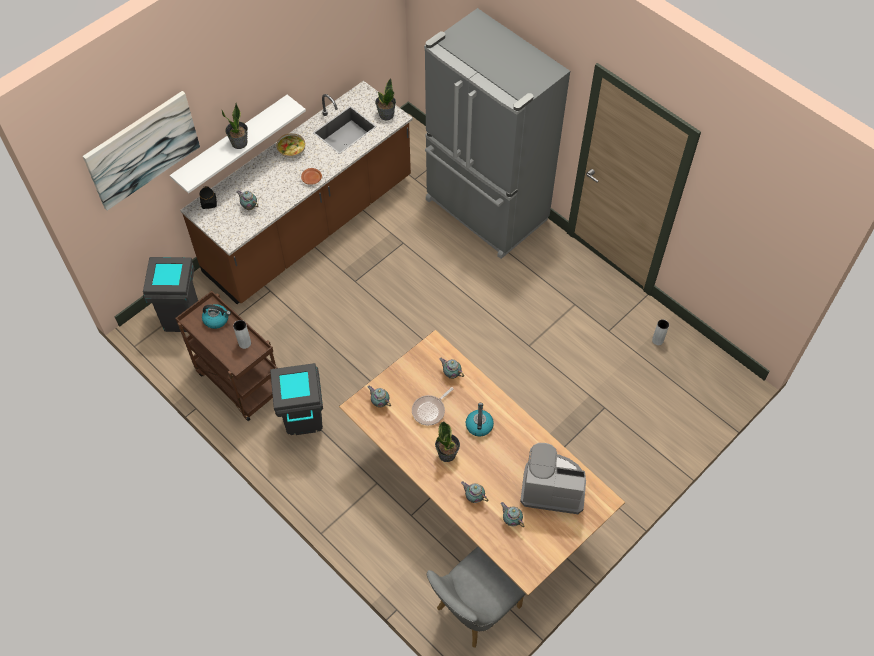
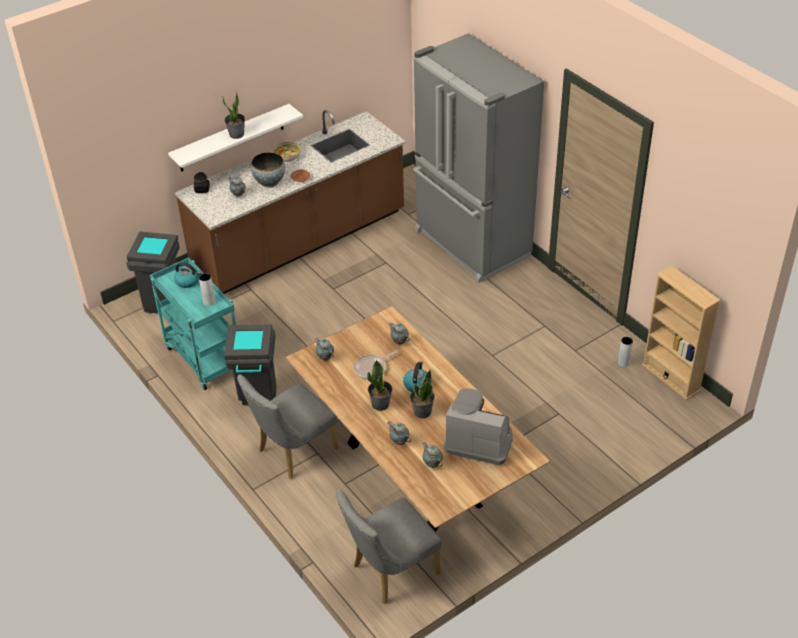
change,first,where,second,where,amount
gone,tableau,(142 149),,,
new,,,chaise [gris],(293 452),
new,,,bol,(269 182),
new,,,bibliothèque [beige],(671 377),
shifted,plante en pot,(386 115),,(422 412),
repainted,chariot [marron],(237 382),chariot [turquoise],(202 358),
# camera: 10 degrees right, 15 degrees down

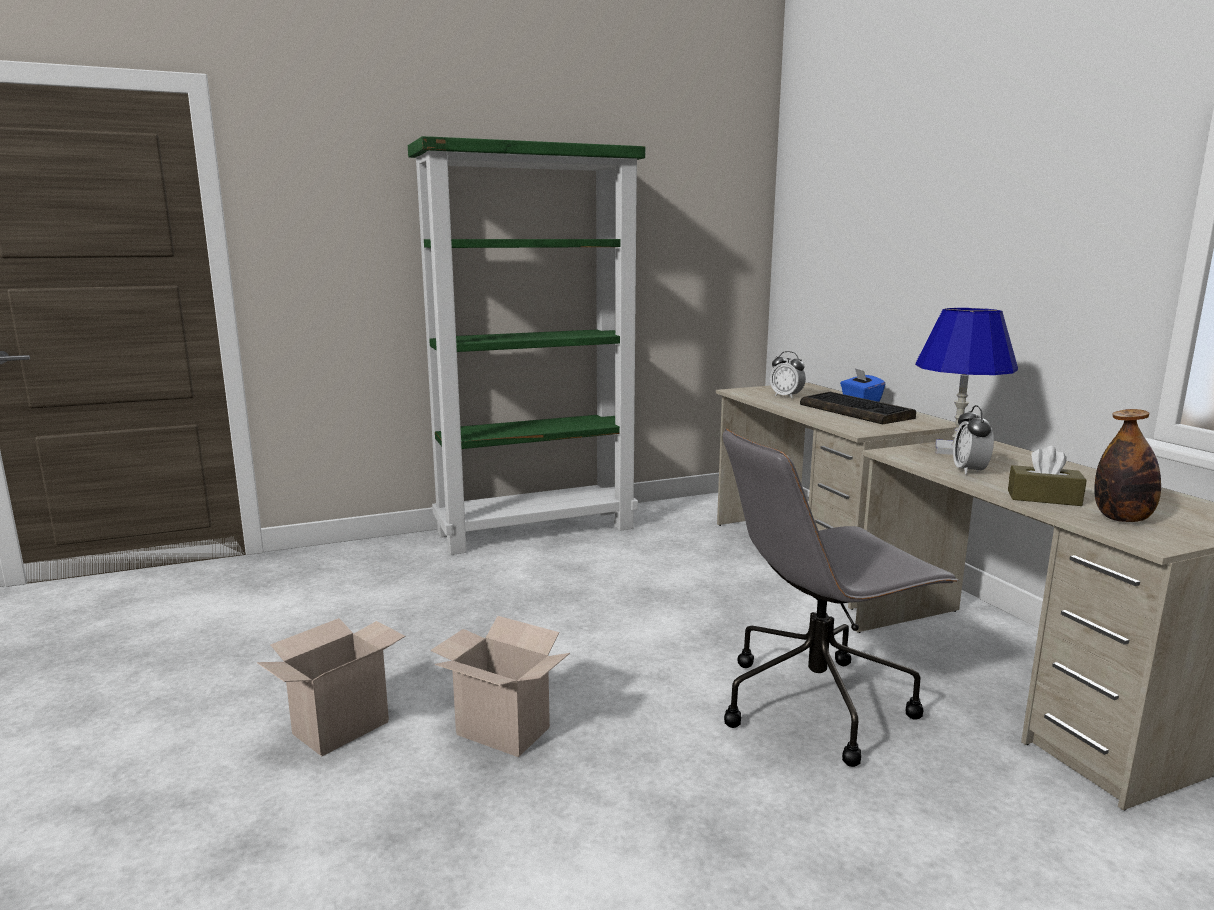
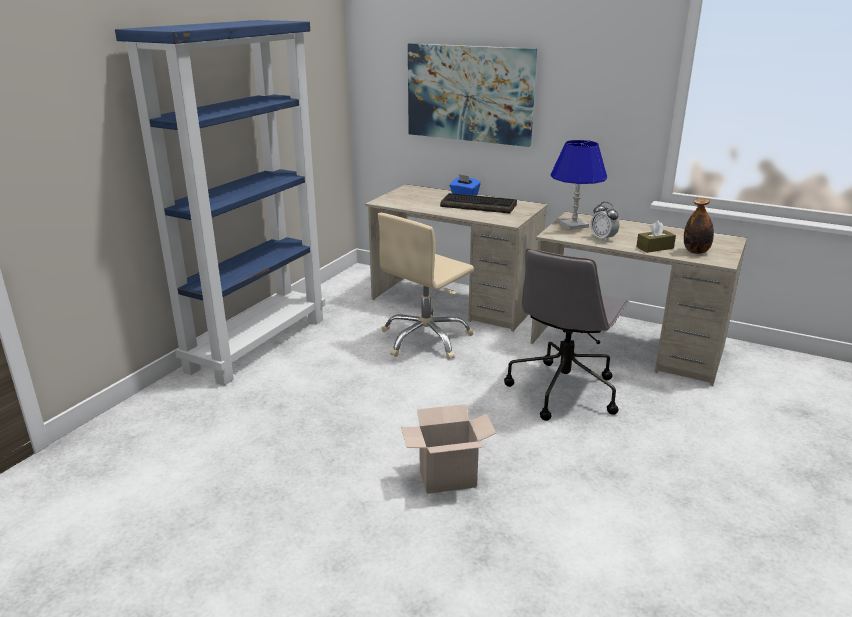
change,first,where,second,where,amount
gone,carton,(342 726),,,
gone,réveil,(786 396),,,
new,,,chaise de bureau [beige],(426 339),
new,,,tableau,(469 93),
repainted,bibliothèque [vert],(537 530),bibliothèque [bleu],(258 343),
# camera: 40 degrees left, 10 degrees up

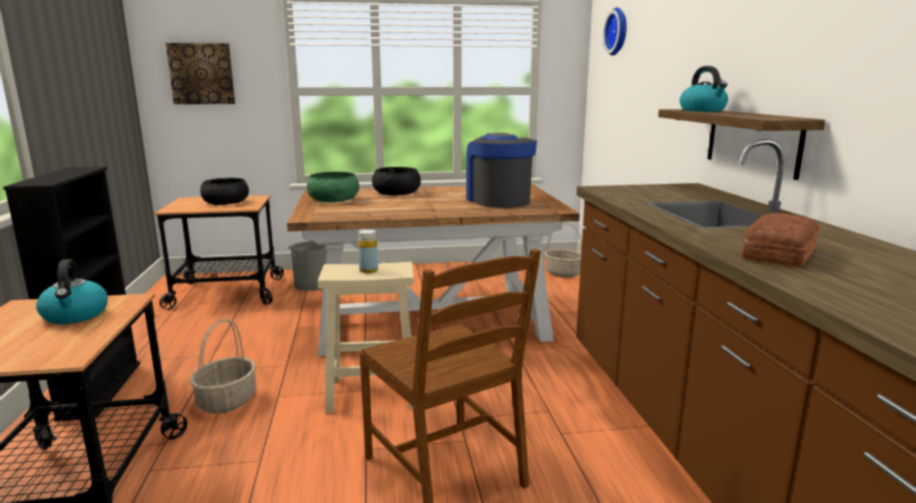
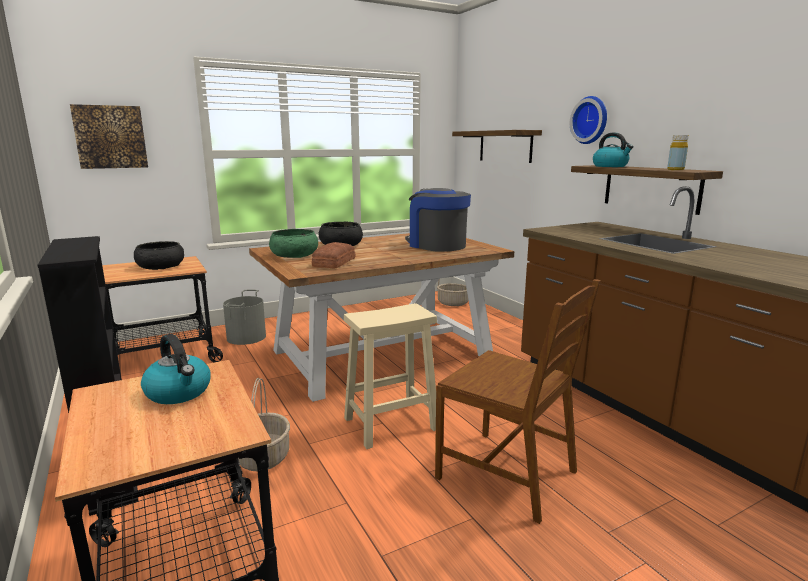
change,first,where,second,where,amount
new,,,étagère,(505 146),
shifted,bouteille [jaune],(368 270),,(675 170),
shifted,horloge murale,(618 31),,(591 120),
shifted,pain,(777 253),,(333 262),
# camera: 20 degrees left, 0 degrees up

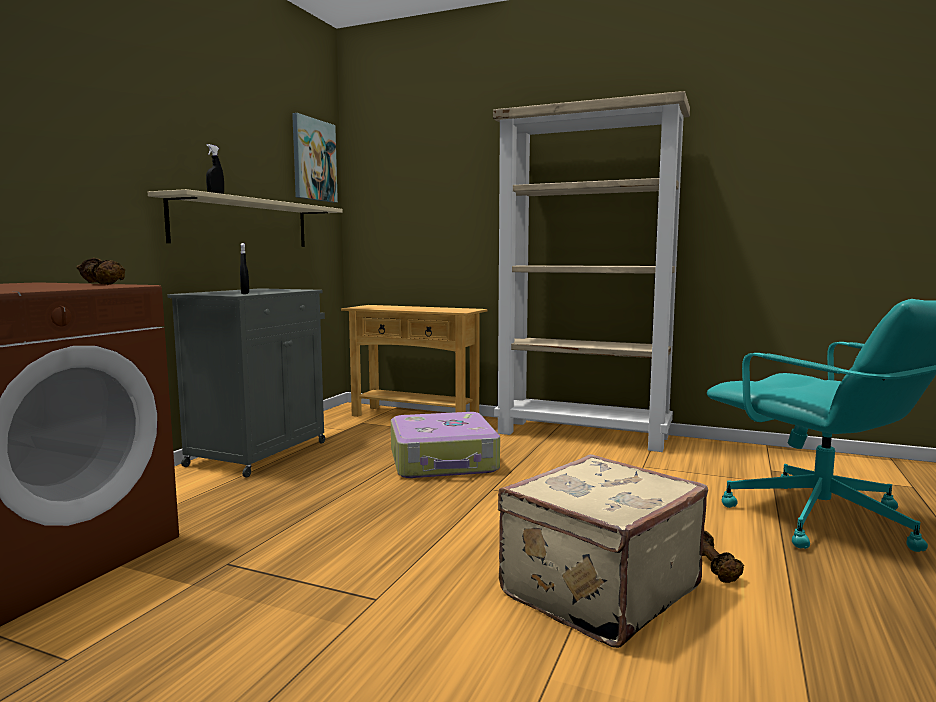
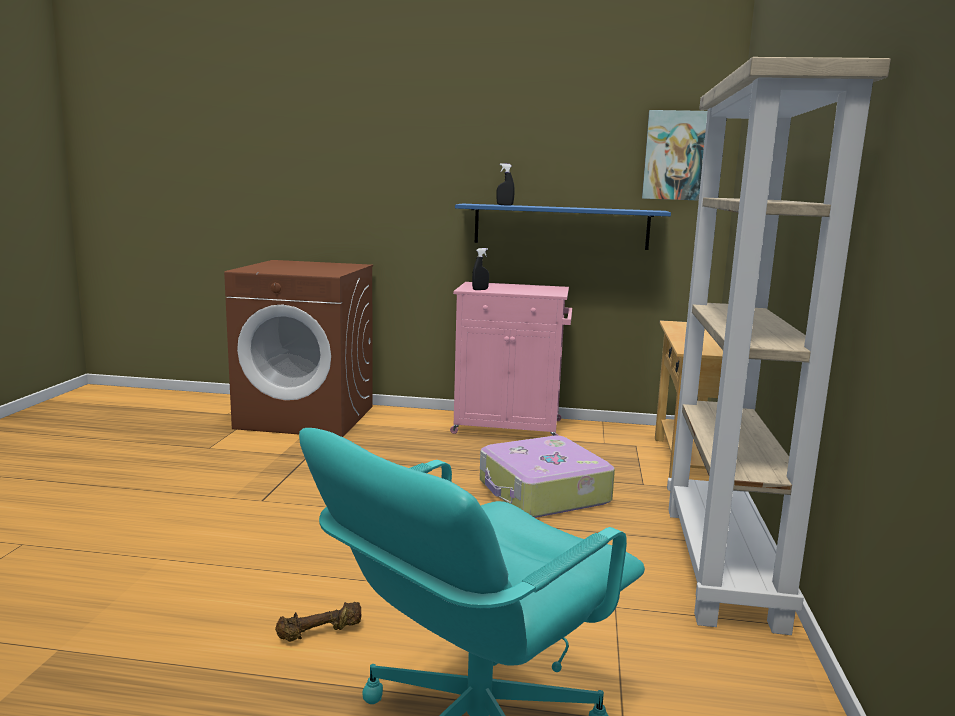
change,first,where,second,where,amount
gone,haltère [marron],(102 284),,,
gone,valise [beige],(596 590),,,
repainted,étagère [beige],(243 223),étagère [bleu],(561 226),
repainted,meuble de rangement [gris],(260 453),meuble de rangement [rose],(510 427),
# camera: 75 degrees right, 5 degrees up

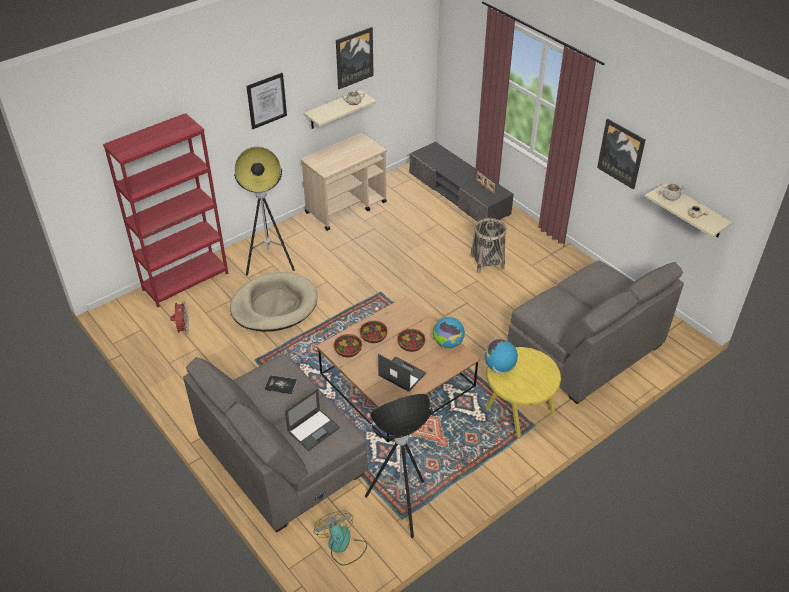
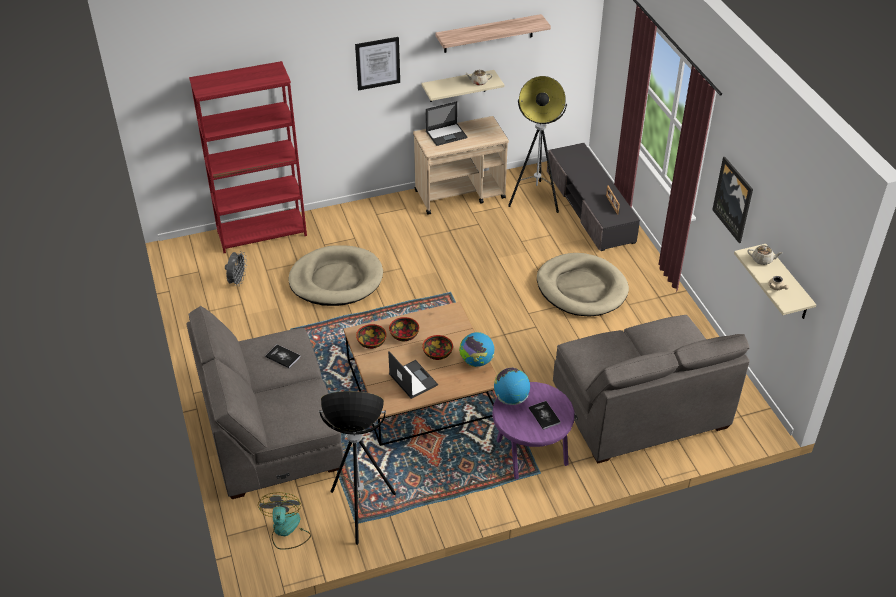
change,first,where,second,where,amount
new,,,livre,(544 415),
shifted,lampadaire,(269 262),,(536 199),
shifted,ordinateur portable,(314 429),,(446 134),
swapped,tableau,(354 57),étagère,(488 33),
swapped,panier,(487 261),panier pour chien [beige],(581 288),
repainted,ventilateur [rouge],(183 329),ventilateur [gris],(237 281),
repainted,table d'appoint [jaune],(518 411),table d'appoint [violet],(530 453),
# camera: 20 degrees right, 0 degrees up

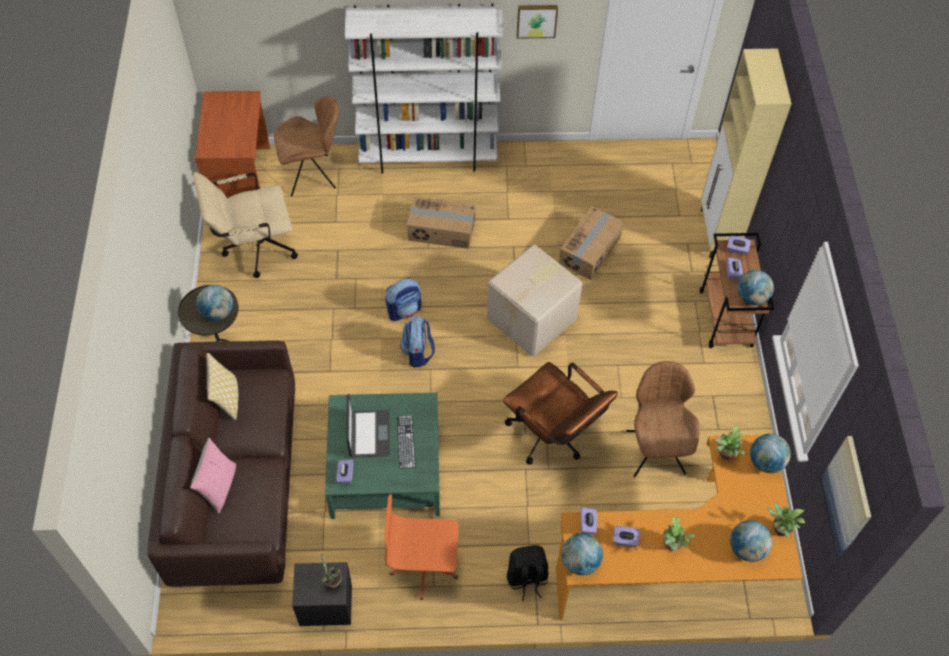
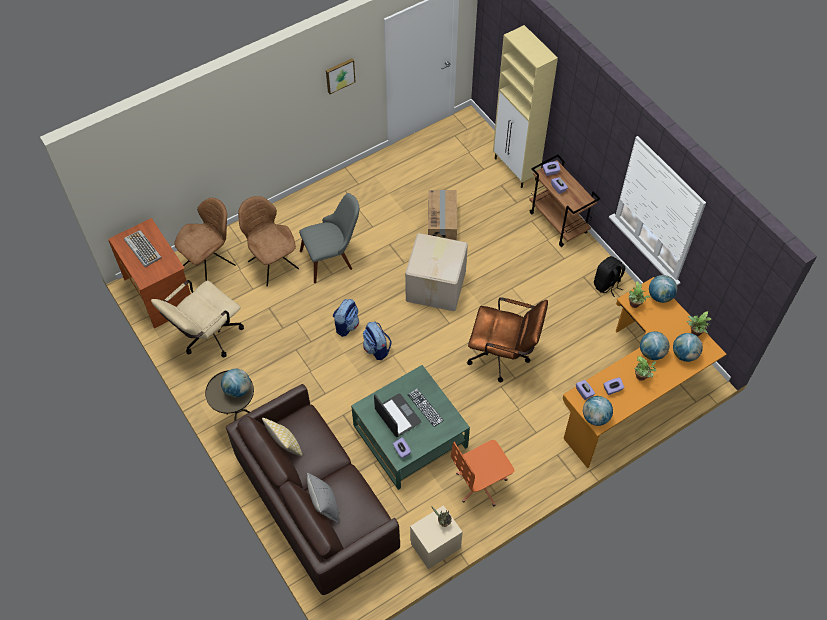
change,first,where,second,where,amount
gone,bibliothèque [blanc],(428 157),,,
gone,tableau,(847 497),,,
new,,,clavier,(142 249),
shifted,sac à dos [noir],(526 578),,(607 285),
shifted,chaise [marron],(655 449),,(272 263),
shifted,globe,(751 297),,(652 353),
swapped,carton,(441 230),chaise [gris],(332 257),
repainted,coussin [rose],(218 486),coussin [gris],(324 505),
repainted,table de chevet [noir],(326 603),table de chevet [beige],(435 545),
# camera: 30 degrees left, 0 degrees up

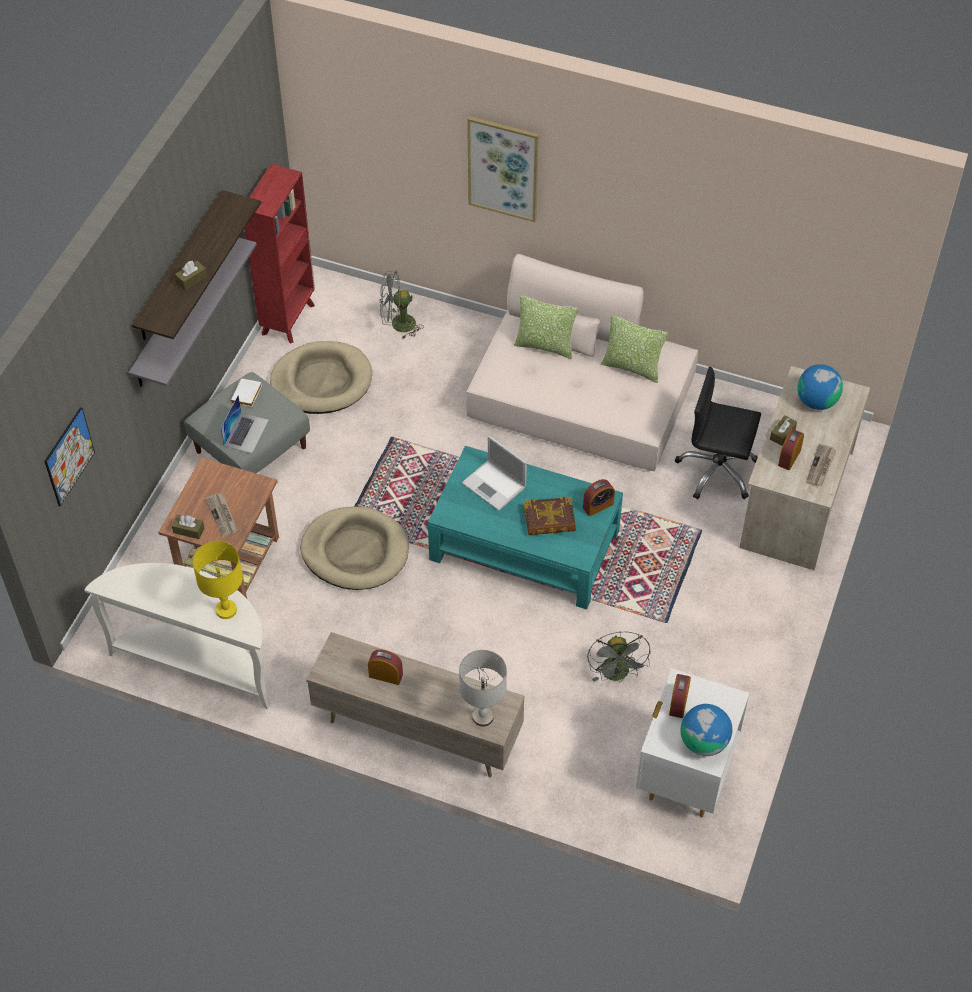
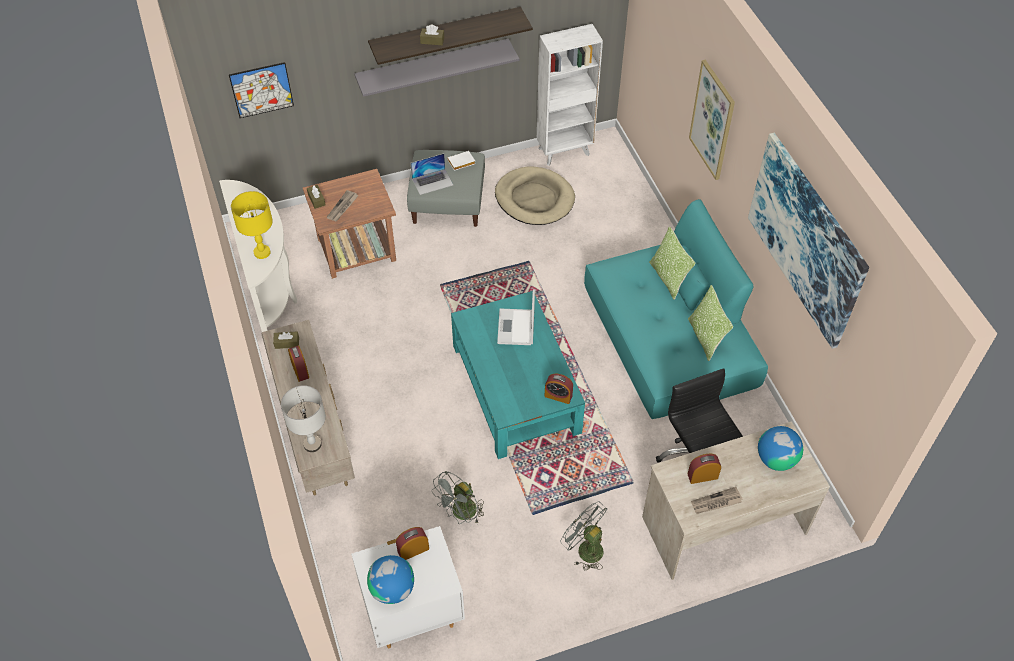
change,first,where,second,where,amount
gone,panier pour chien [beige],(355 551),,,
gone,livre,(549 520),,,
new,,,tableau,(806 239),
shifted,ventilateur [gris],(397 325),,(585 548),
shifted,boîte à mouchoirs [marron],(782 434),,(287 343),
repainted,bibliothèque [rouge],(289 318),bibliothèque [blanc],(565 151),
repainted,canapé [beige],(582 398),canapé [turquoise],(670 337),
# camera: 50 degrees right, 0 degrees up

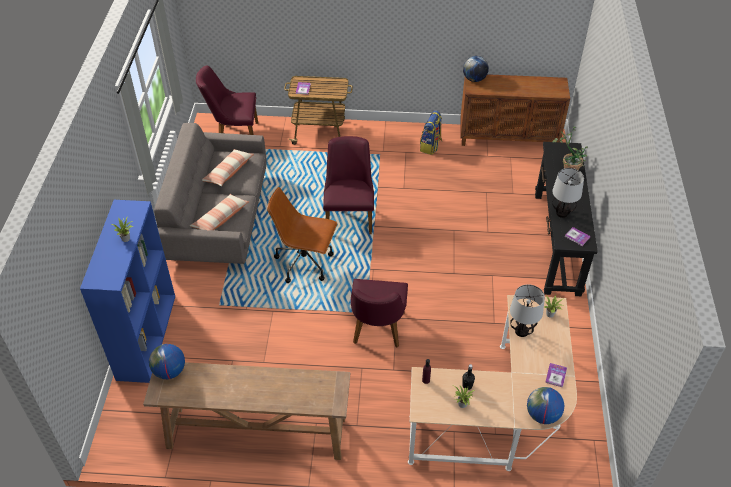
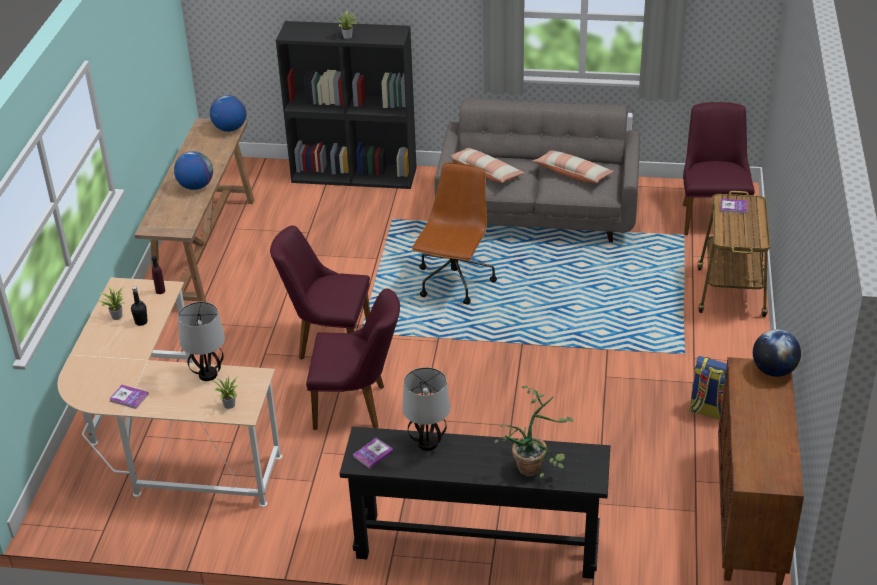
change,first,where,second,where,amount
shifted,chaise [violet],(349 216),,(357 406),
shifted,globe,(542 415),,(196 186),
repainted,bibliothèque [bleu],(146 336),bibliothèque [noir],(355 174),
# camera: 95 degrees right, 10 degrees down

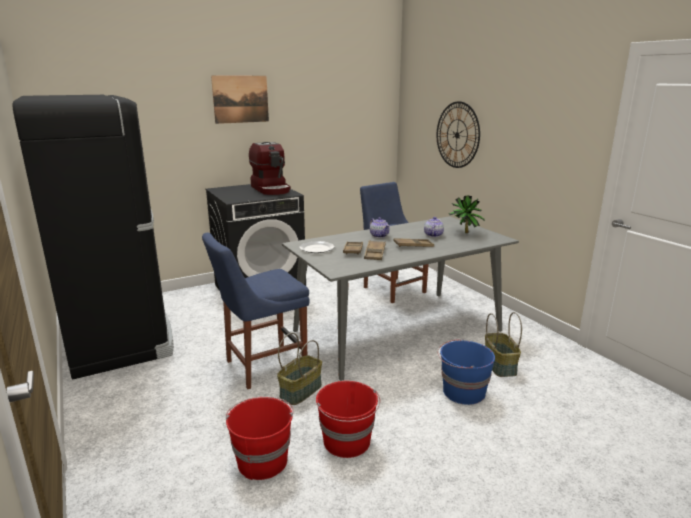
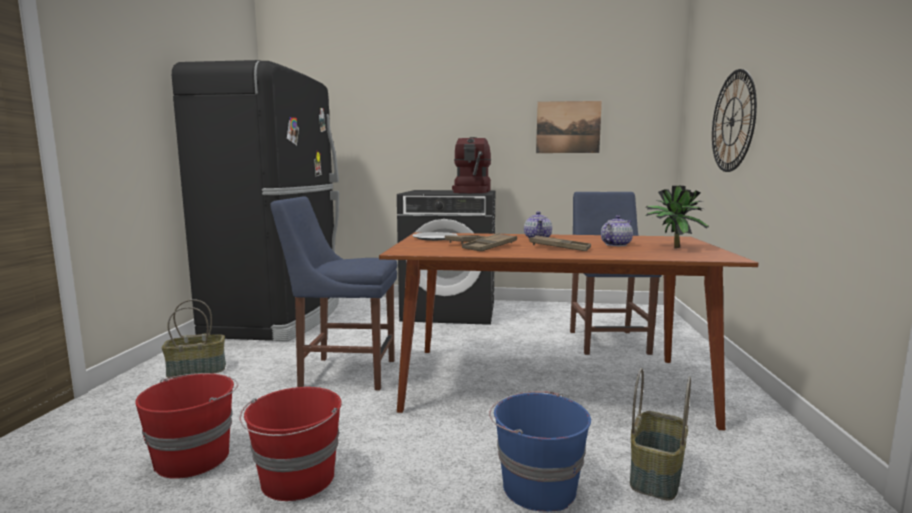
change,first,where,second,where,amount
shifted,tableau,(240 99),,(568 127),
shifted,panier,(300 391),,(197 370),
repainted,table à manger [gris],(397 330),table à manger [marron],(549 383),
# camera: 35 degrees right, 10 degrees down

